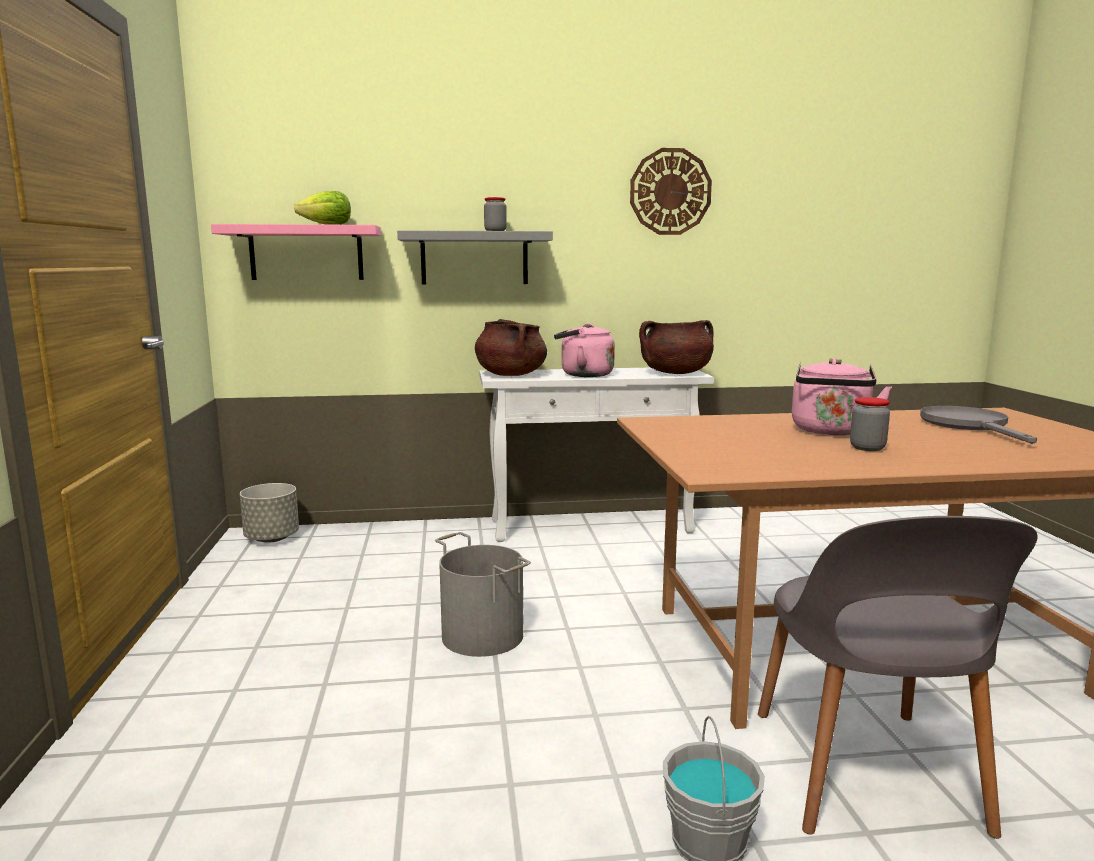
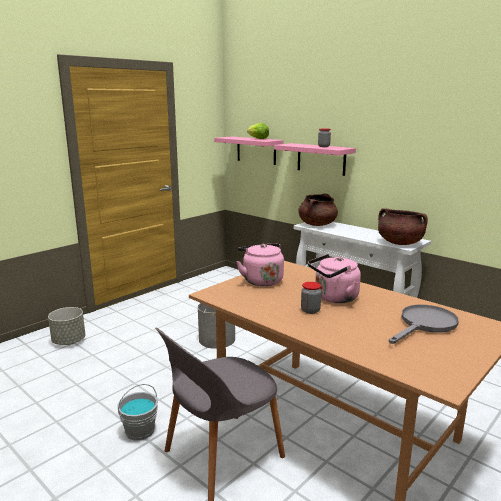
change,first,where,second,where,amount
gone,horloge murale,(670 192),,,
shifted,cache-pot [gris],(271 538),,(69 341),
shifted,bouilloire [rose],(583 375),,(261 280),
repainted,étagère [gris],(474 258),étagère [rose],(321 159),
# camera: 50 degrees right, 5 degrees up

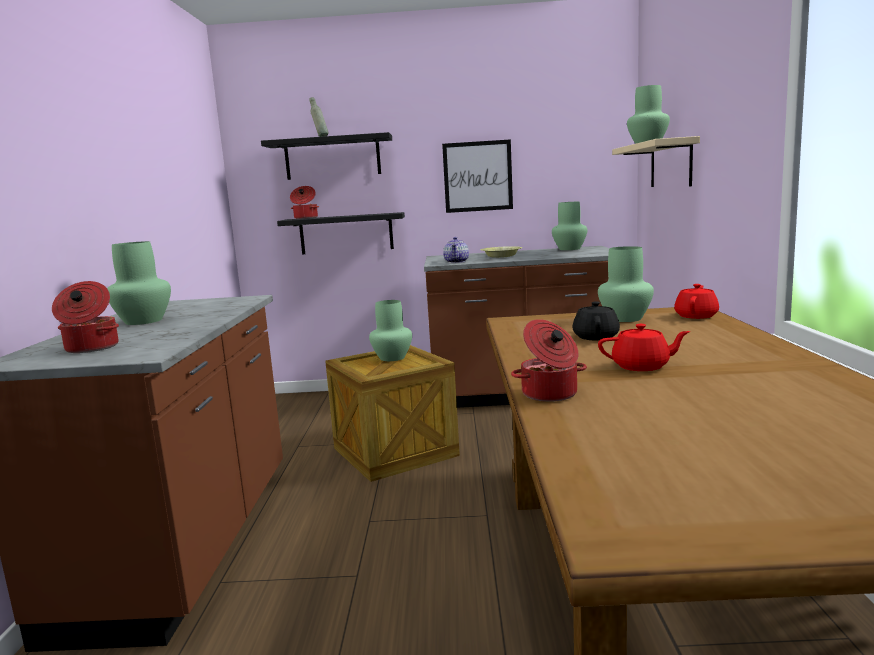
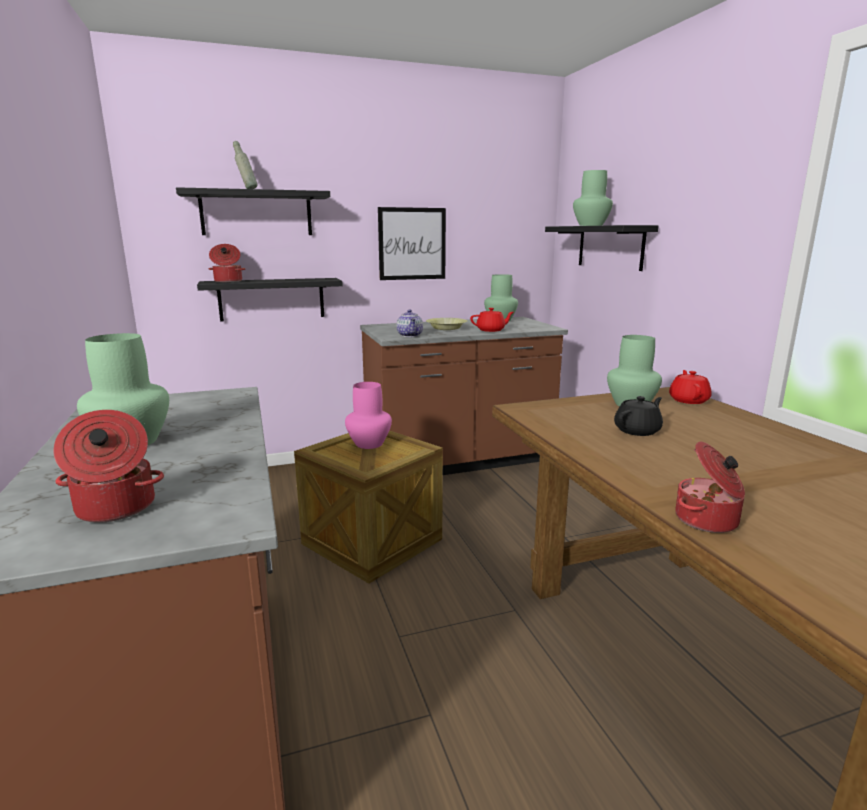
change,first,where,second,where,amount
shifted,théière [rouge],(642 366),,(491 330),
repainted,vase [vert],(391 358),vase [rose],(368 444),
repainted,étagère [beige],(670 164),étagère [noir],(610 247),
rotated,théière [noir],(596 337),,(638 430),60 degrees clockwise
# camera: 20 degrees left, 5 degrees up

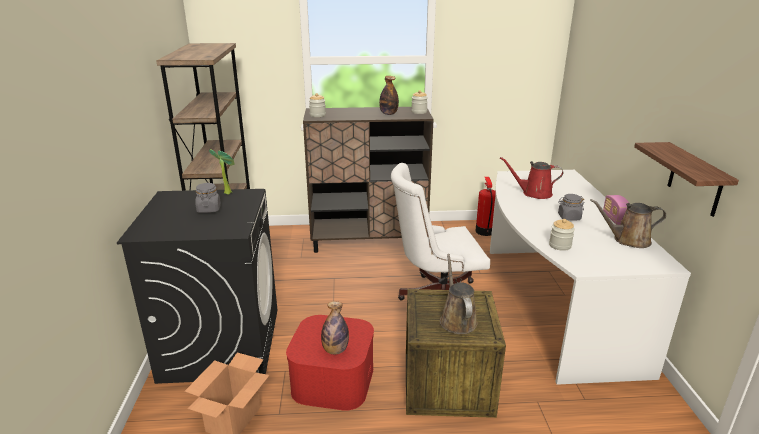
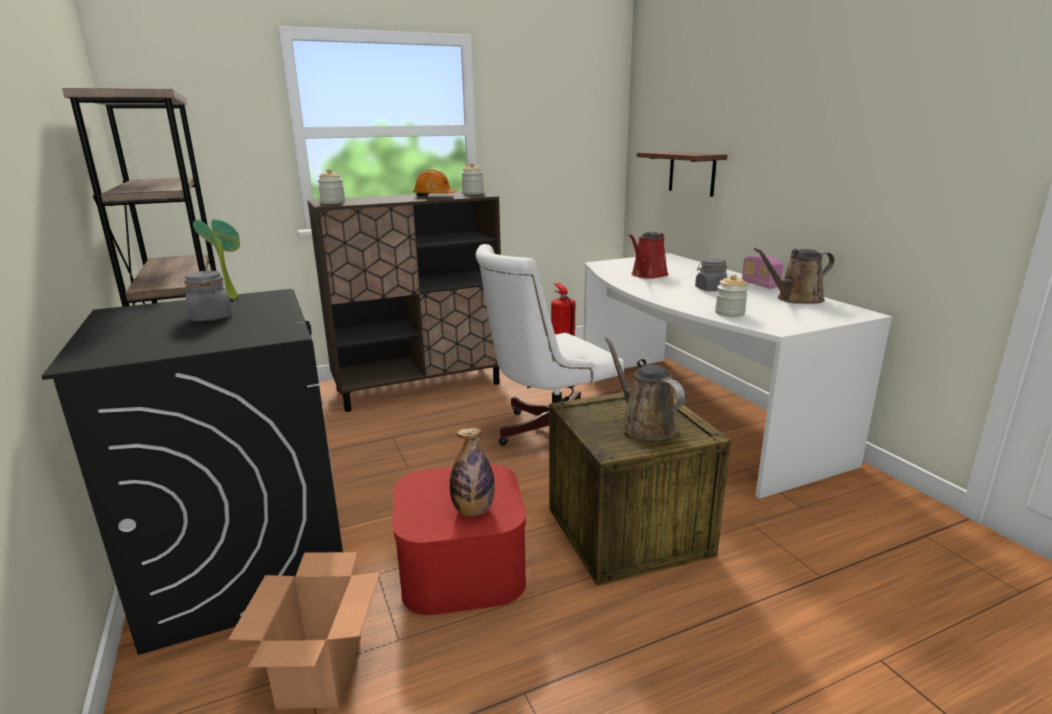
change,first,where,second,where,amount
shifted,étagère,(695 180),,(692 173),
swapped,bouteille,(388 114),casque de chantier [orange],(434 196),
rotated,arrosoir [rouge],(534 193),,(648 275),45 degrees counterclockwise
# camera: 20 degrees left, 5 degrees down

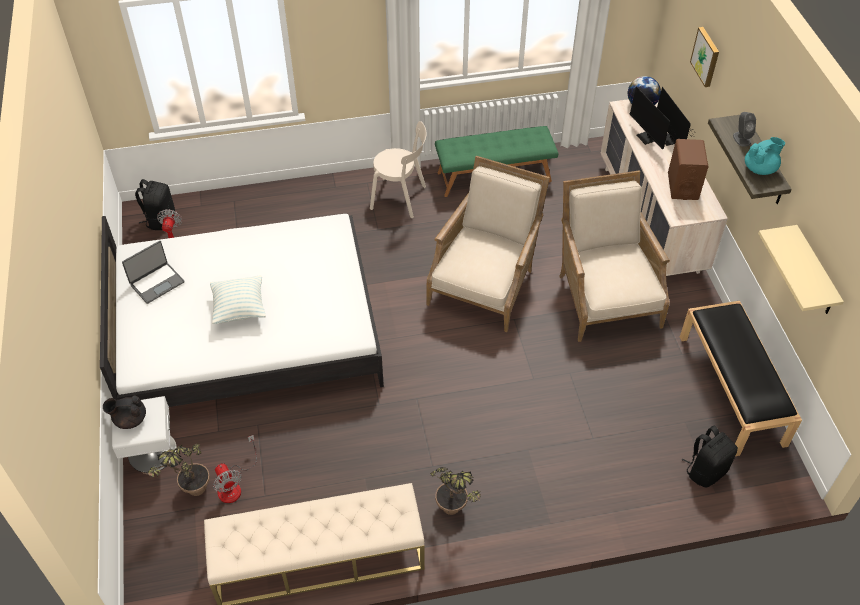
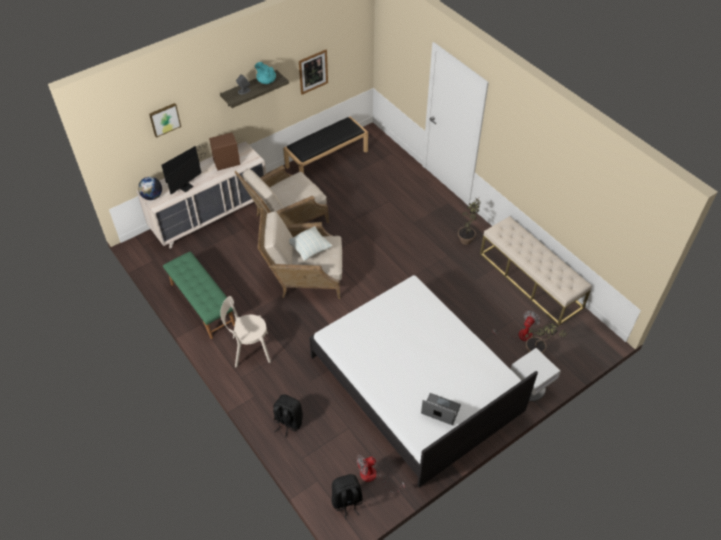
change,first,where,second,where,amount
gone,théière [noir],(130 419),,,
shifted,coussin,(239 309),,(309 249),
shifted,sac à dos [noir],(705 470),,(288 422),
swapped,étagère [beige],(814 273),tableau,(313 71),
rotated,chaise [beige],(401 198),,(249 350),90 degrees counterclockwise
# camera: 115 degrees left, 0 degrees up

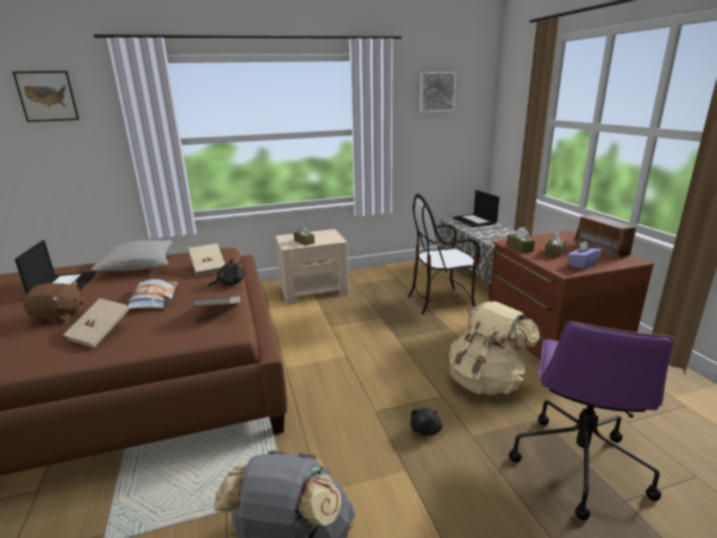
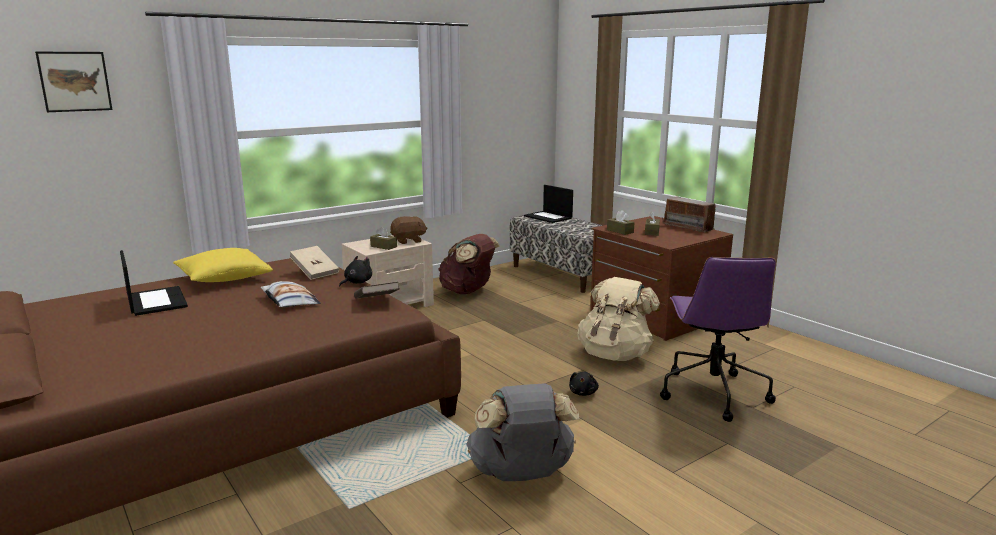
change,first,where,second,where,amount
gone,livre [beige],(100 334),,,
gone,chaise,(441 301),,,
gone,tableau,(436 92),,,
gone,boîte à mouchoirs [violet],(582 265),,,
new,,,sac à dos [marron],(467 291),
shifted,peluche [marron],(59 317),,(408 241),
repainted,coussin [gris],(137 266),coussin [jaune],(223 278),
# camera: 20 degrees left, 5 degrees down

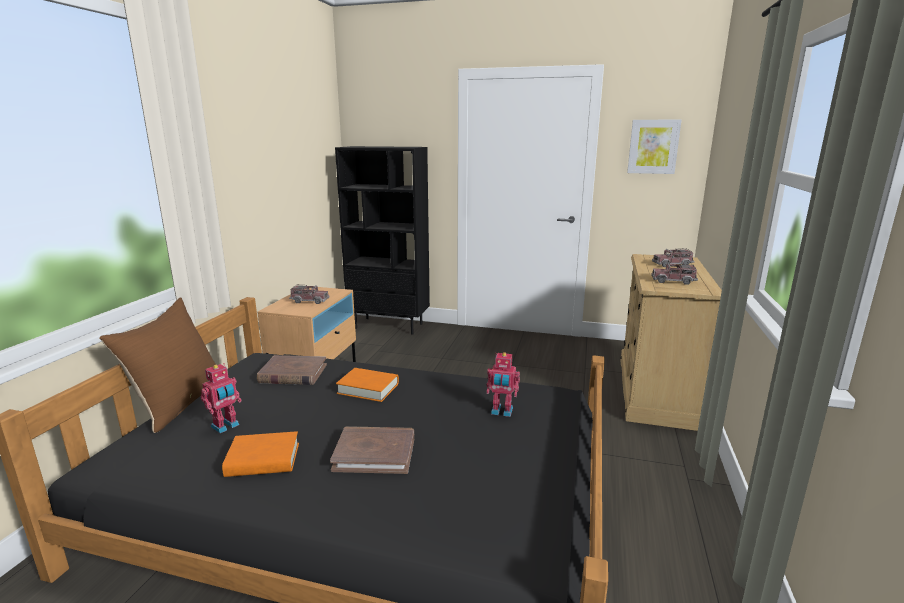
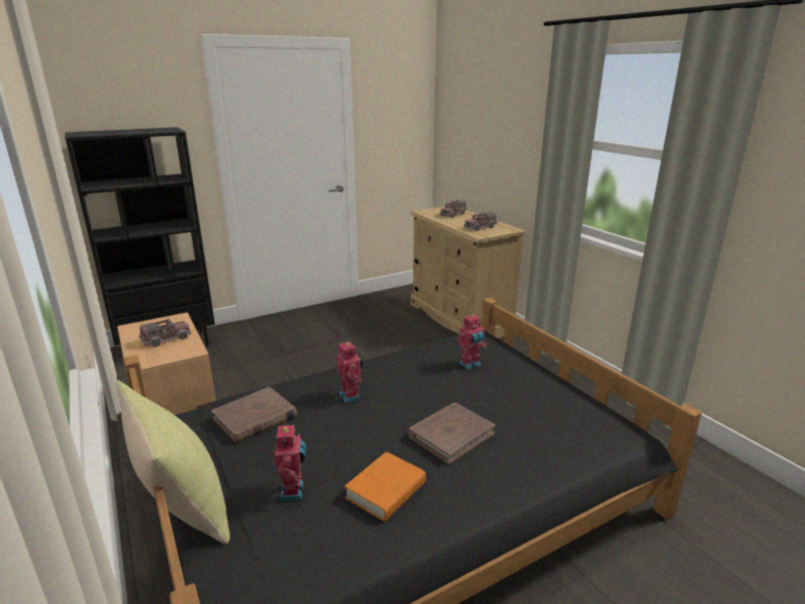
change,first,where,second,where,amount
gone,tableau,(653 146),,,
swapped,livre [orange],(368 388),robot jouet,(351 396),
repainted,coussin [marron],(179 402),coussin [jaune],(182 506),
# camera: 45 degrees left, 5 degrees up

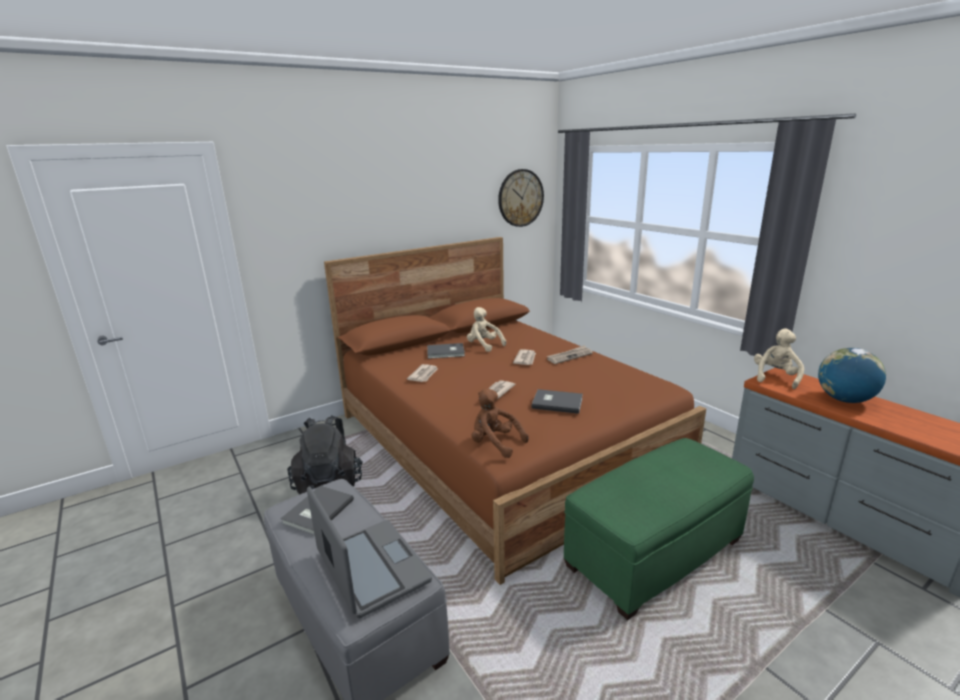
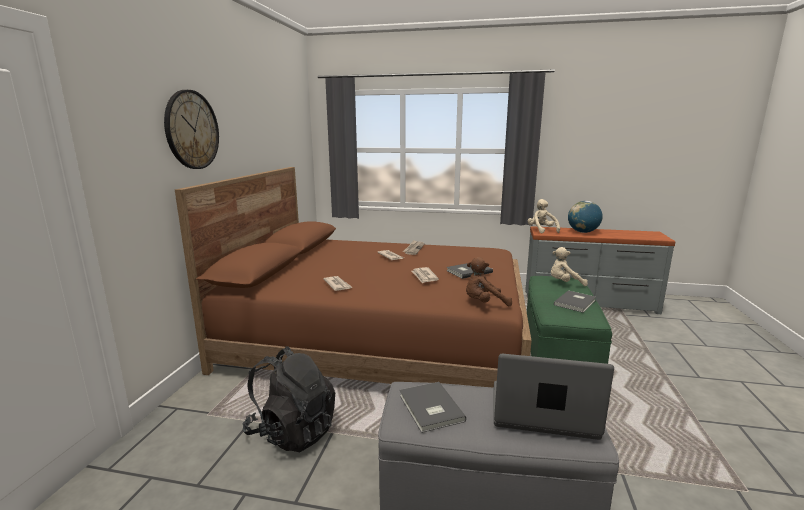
change,first,where,second,where,amount
shifted,livre [gris],(446 352),,(576 303),
shifted,peluche [beige],(484 345),,(564 283),
shifted,horloge murale,(520 198),,(192 130),
# camera: 45 degrees left, 5 degrees down

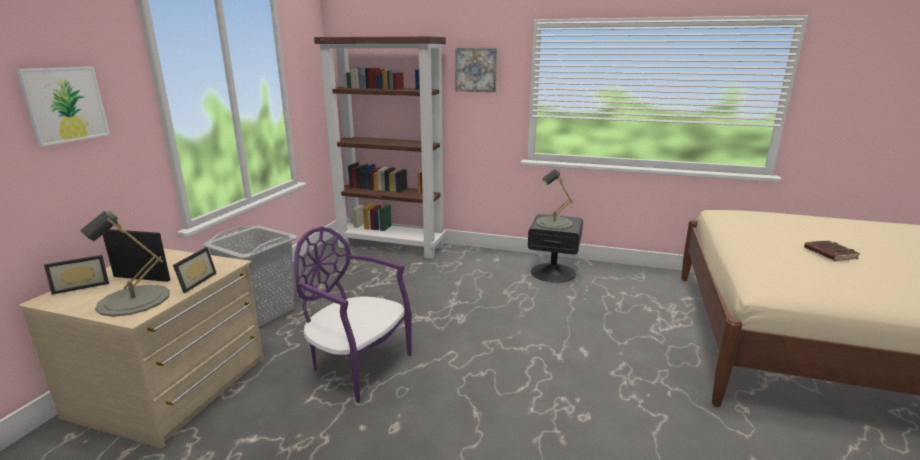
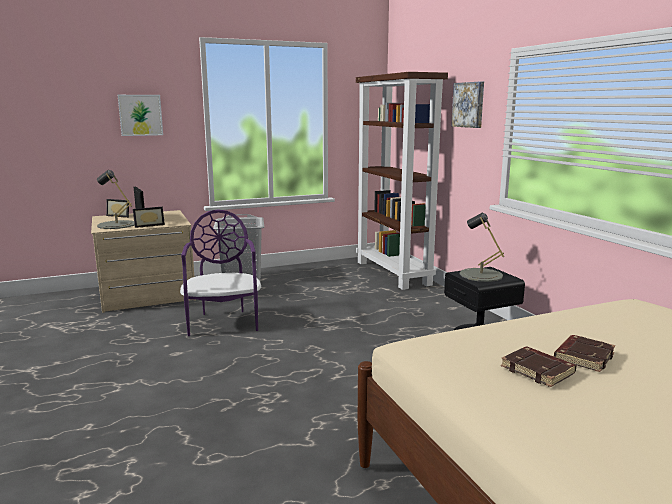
change,first,where,second,where,amount
new,,,livre [marron],(538 370),
# camera: 50 degrees right, 5 degrees down

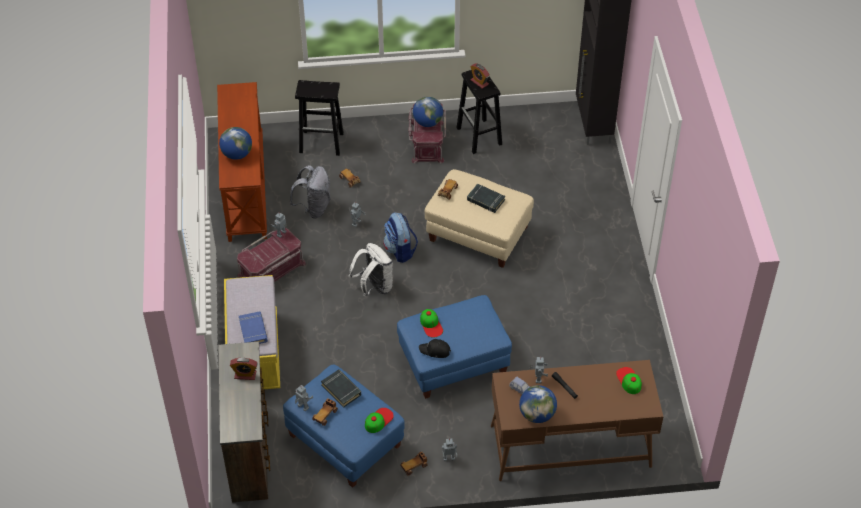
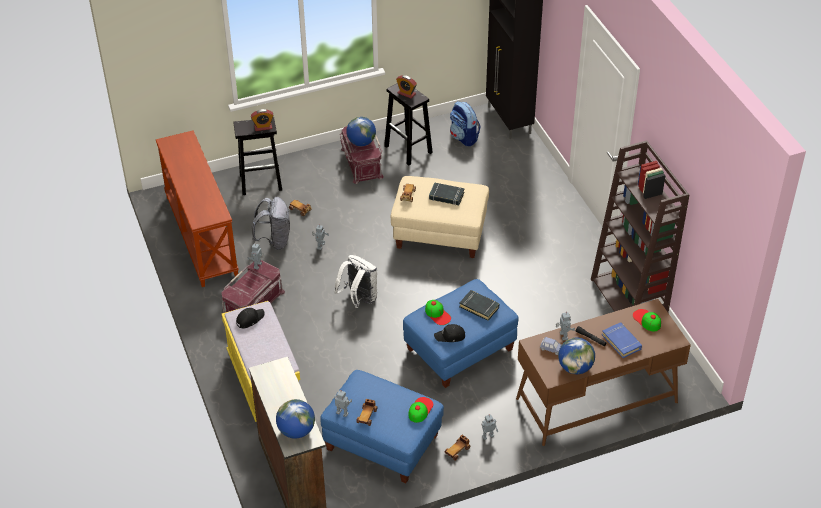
change,first,where,second,where,amount
new,,,casquette [noir],(249 319),
new,,,bibliothèque [marron],(629 301),
shifted,globe,(237 154),,(296 431),
shifted,réveil,(245 375),,(263 127),
shifted,livre [bleu],(253 330),,(621 342),
shifted,livre [noir],(341 390),,(479 307),
shifted,sac à dos,(400 250),,(464 137),
# camera: 15 degrees left, 5 degrees down

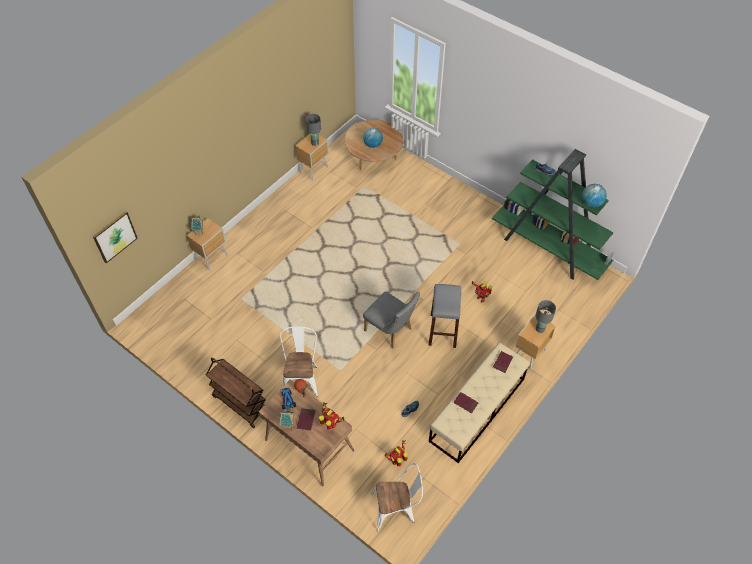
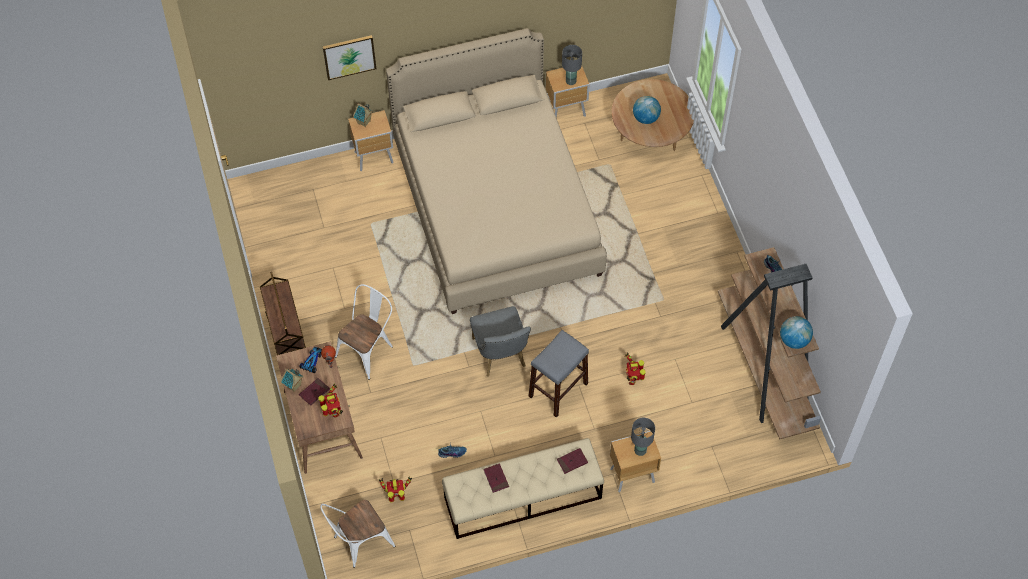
change,first,where,second,where,amount
new,,,lit [beige],(496 207),
shifted,tableau,(115 236),,(349 56),
repainted,bibliothèque [vert],(548 249),bibliothèque [marron],(765 369),
rotated,chaise [blanc],(397 508),,(359 542),120 degrees clockwise
# camera: 35 degrees right, 5 degrees up

